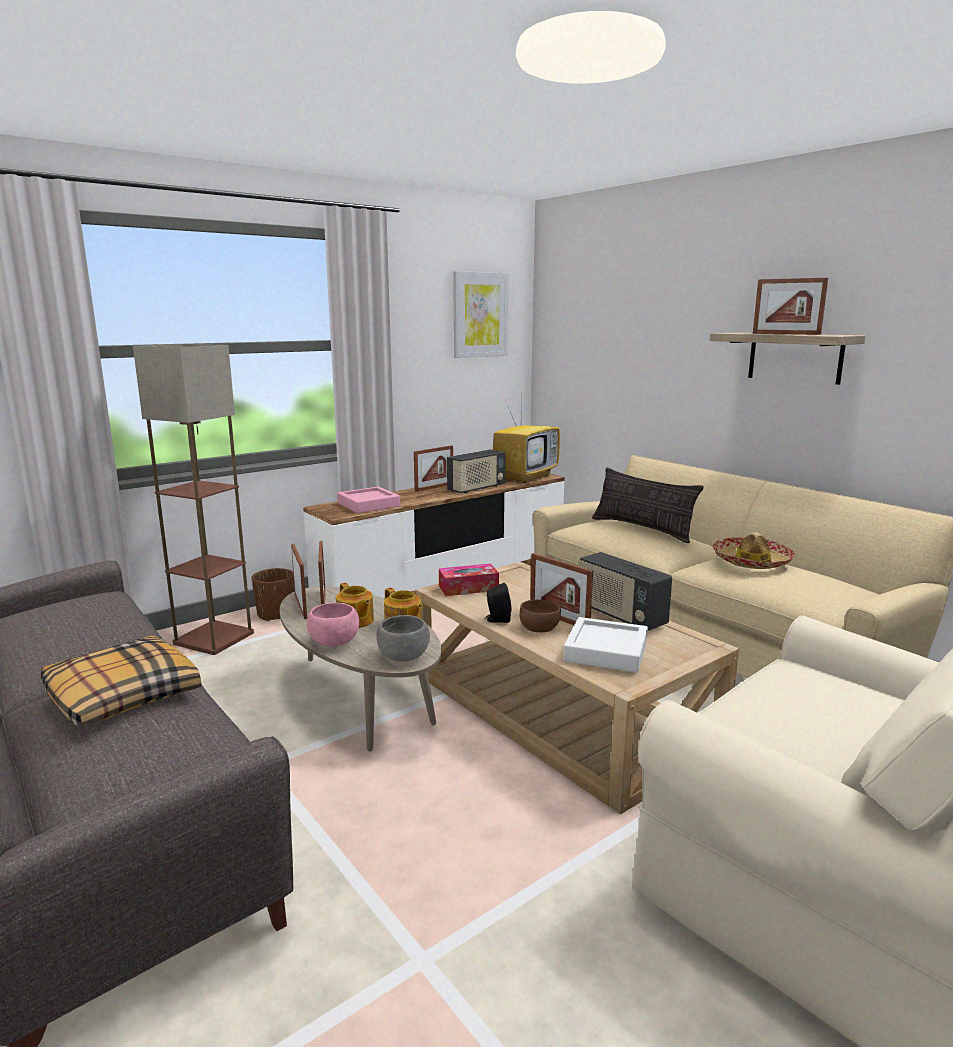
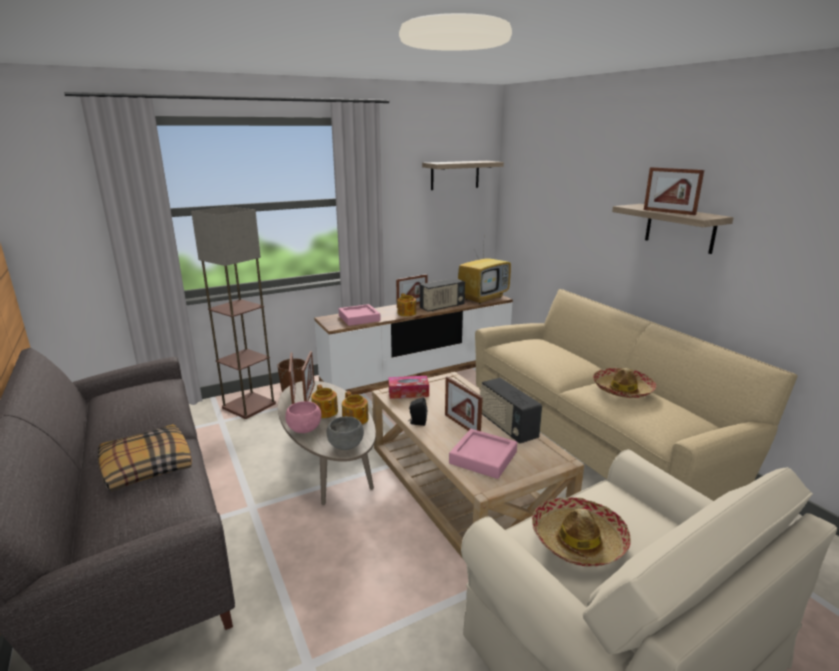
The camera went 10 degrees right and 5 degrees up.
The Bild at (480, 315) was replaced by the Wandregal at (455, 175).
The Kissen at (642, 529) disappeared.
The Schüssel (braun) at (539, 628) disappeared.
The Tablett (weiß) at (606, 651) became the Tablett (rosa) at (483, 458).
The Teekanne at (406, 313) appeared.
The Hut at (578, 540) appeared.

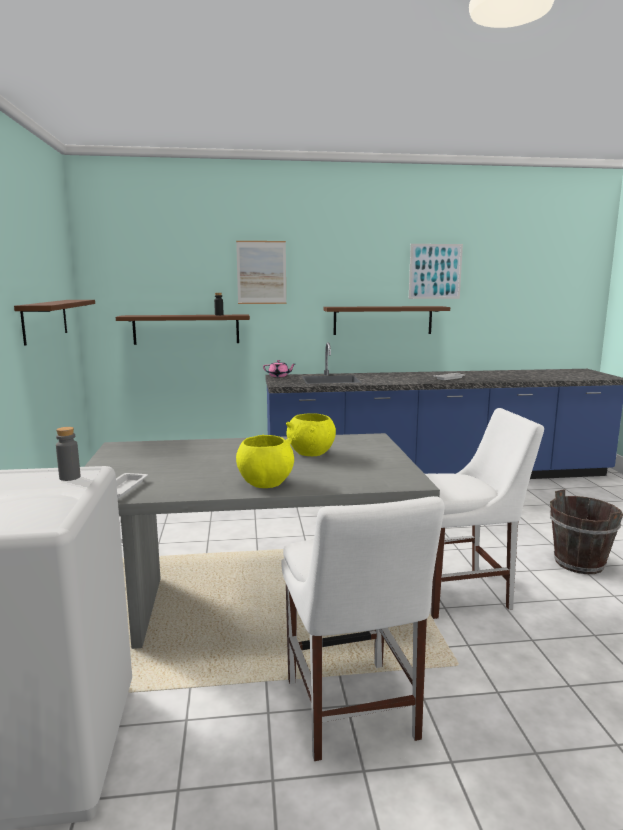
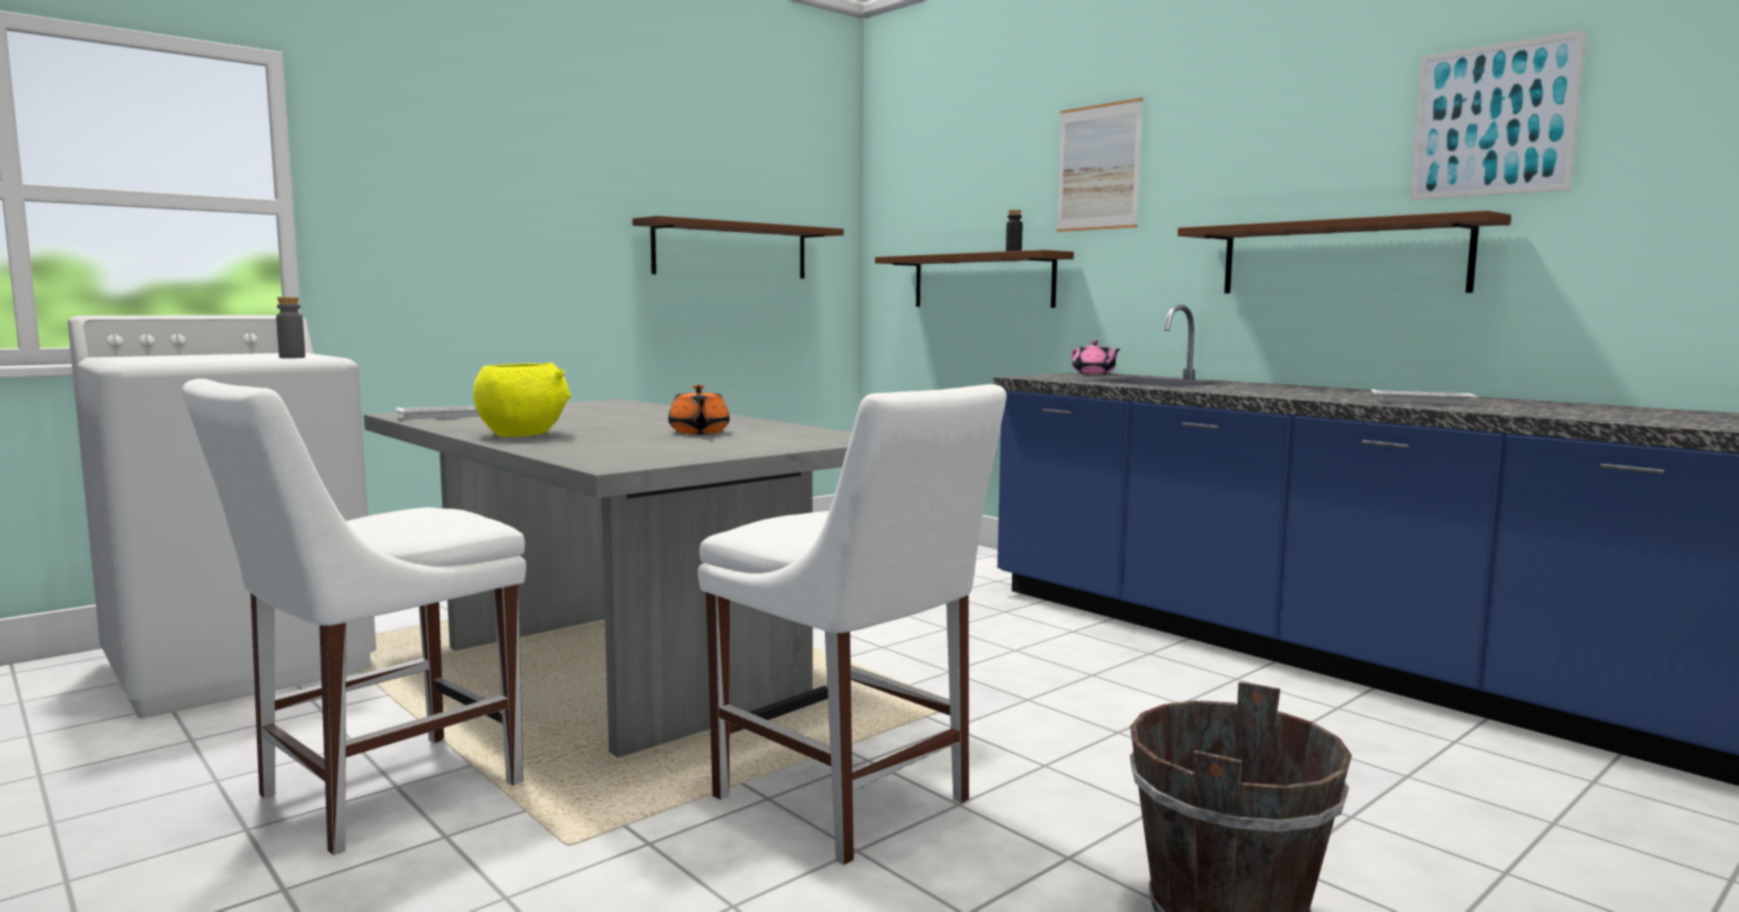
The camera went 55 degrees right and 5 degrees down.
The Schüssel (gelb) at (311, 454) was replaced by the Teekanne (orange) at (699, 432).

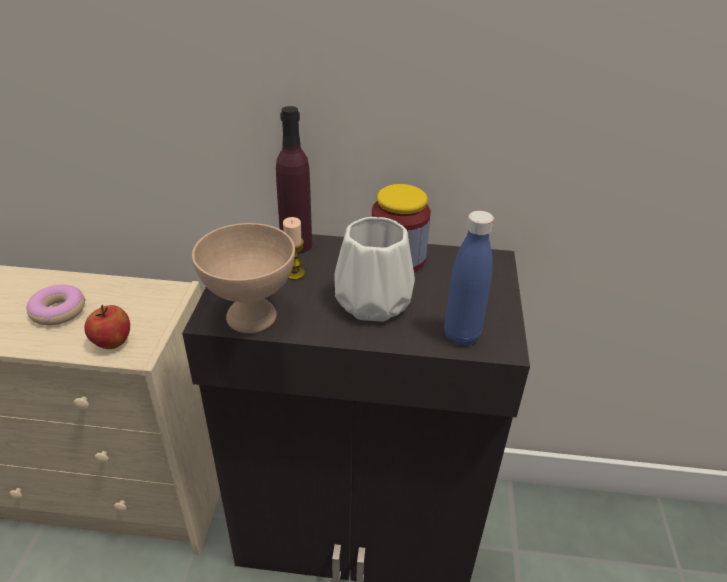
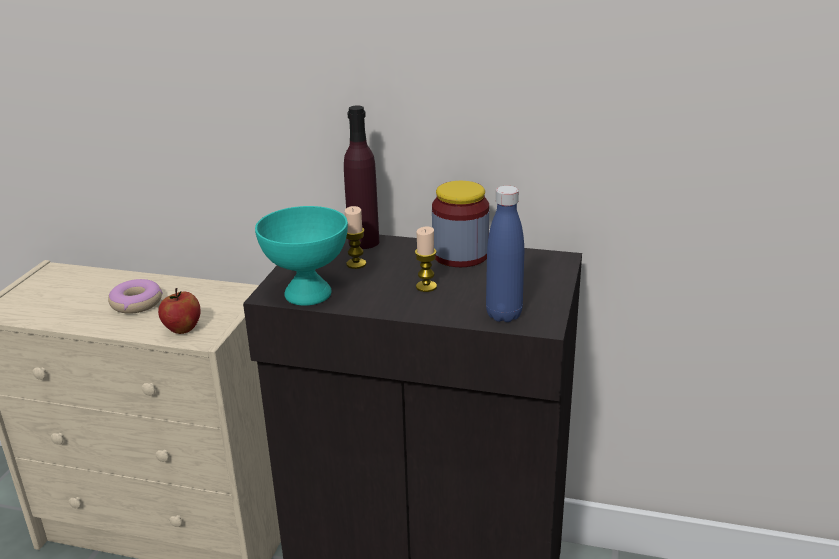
The camera went 10 degrees right and 10 degrees down.
The Vase (weiß) at (373, 301) was replaced by the Kerze at (426, 287).
The Schüssel (beige) at (253, 318) became the Schüssel (türkis) at (309, 294).

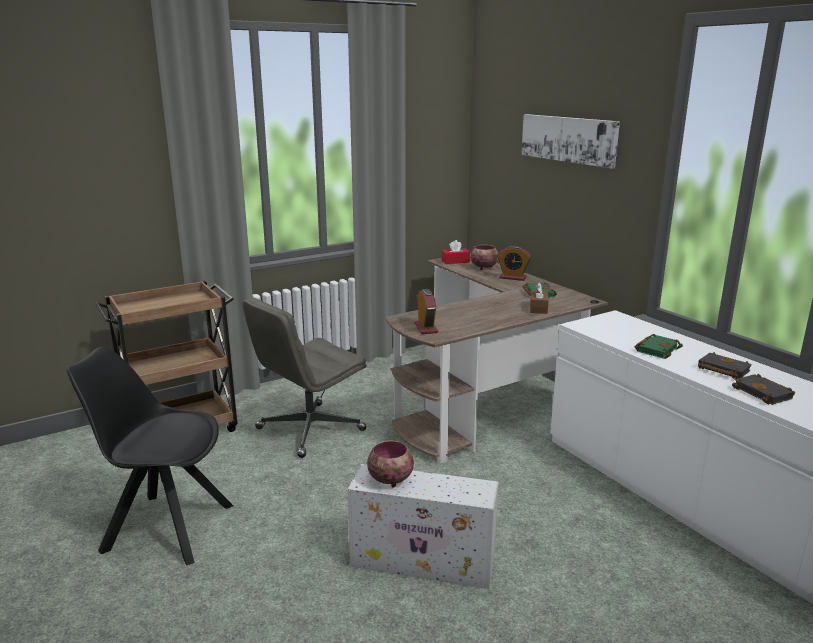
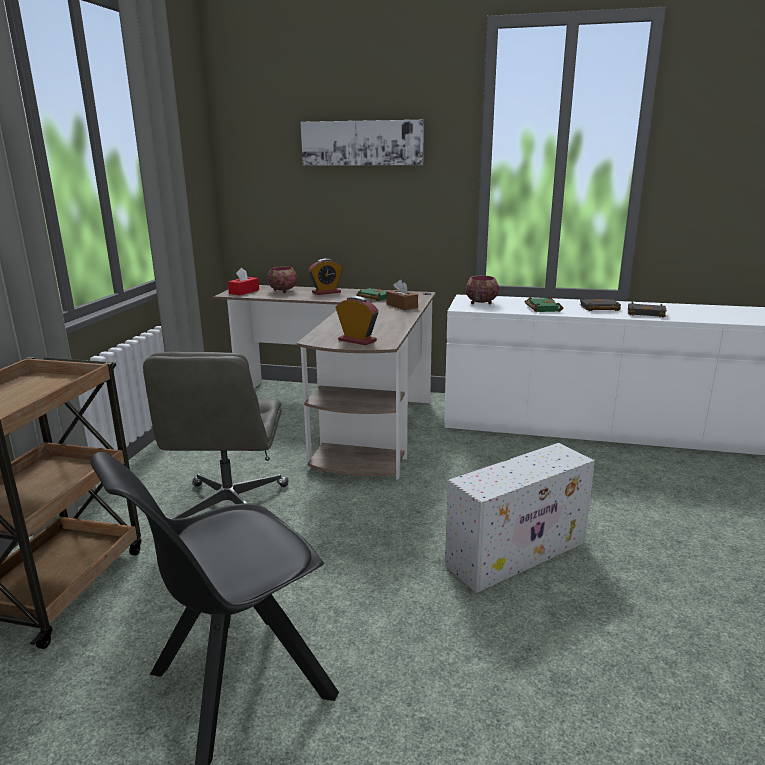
The camera went 45 degrees left and 0 degrees up.
The Schüssel moved from (391, 479) to (480, 303).

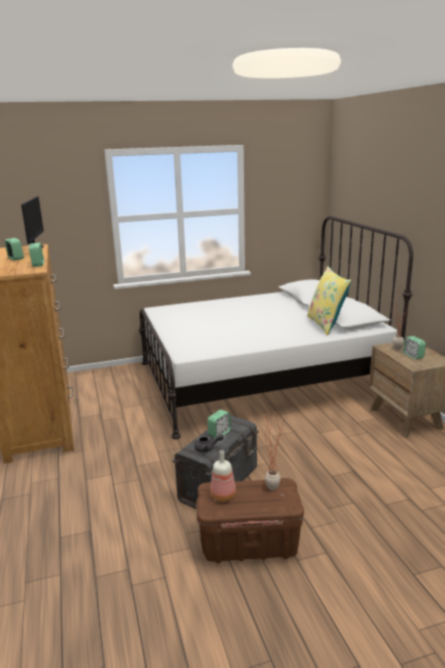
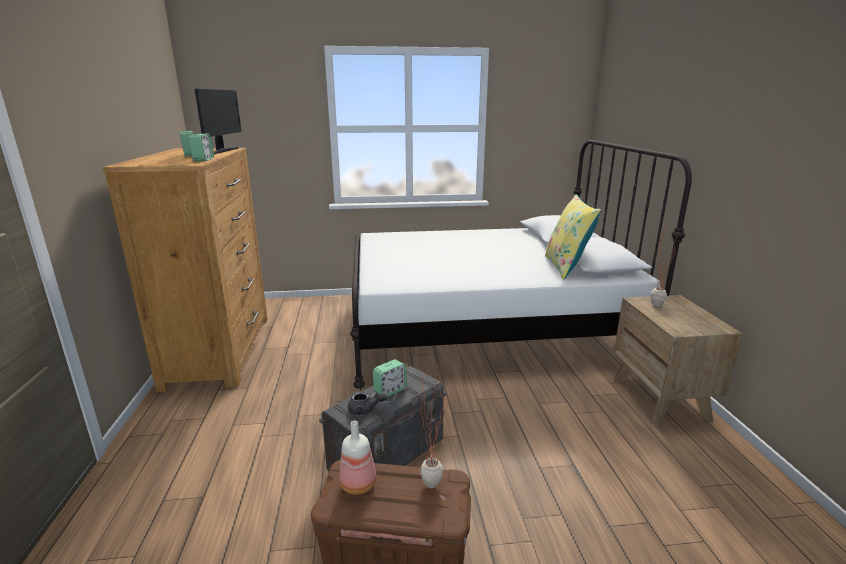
The camera went 10 degrees right and 0 degrees up.
The Wecker at (413, 356) disappeared.

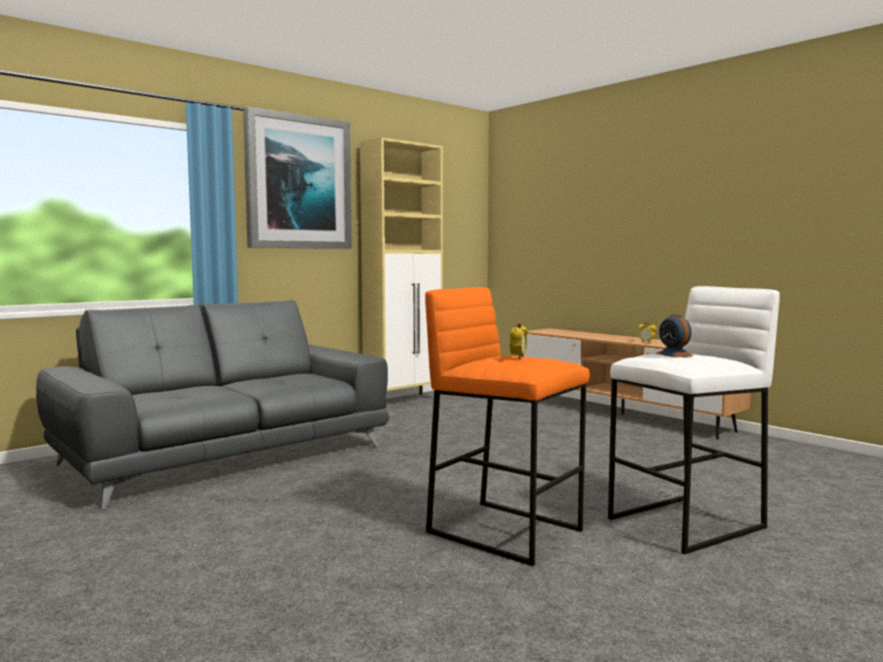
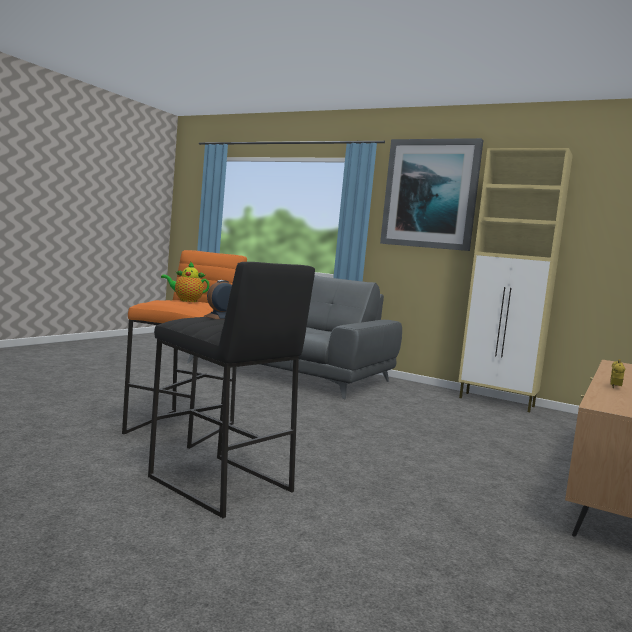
The camera went 70 degrees right and 0 degrees up.
The Hocker (weiß) at (687, 524) became the Hocker (schwarz) at (219, 484).
The Wecker at (518, 357) was replaced by the Teekanne at (186, 300).

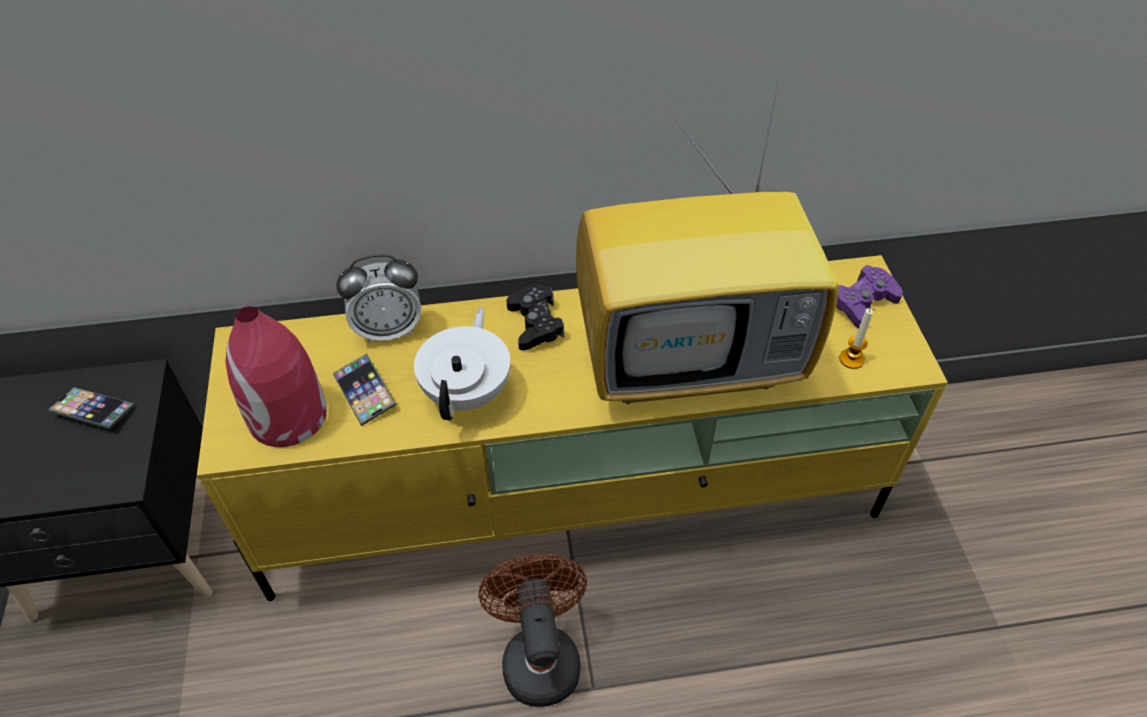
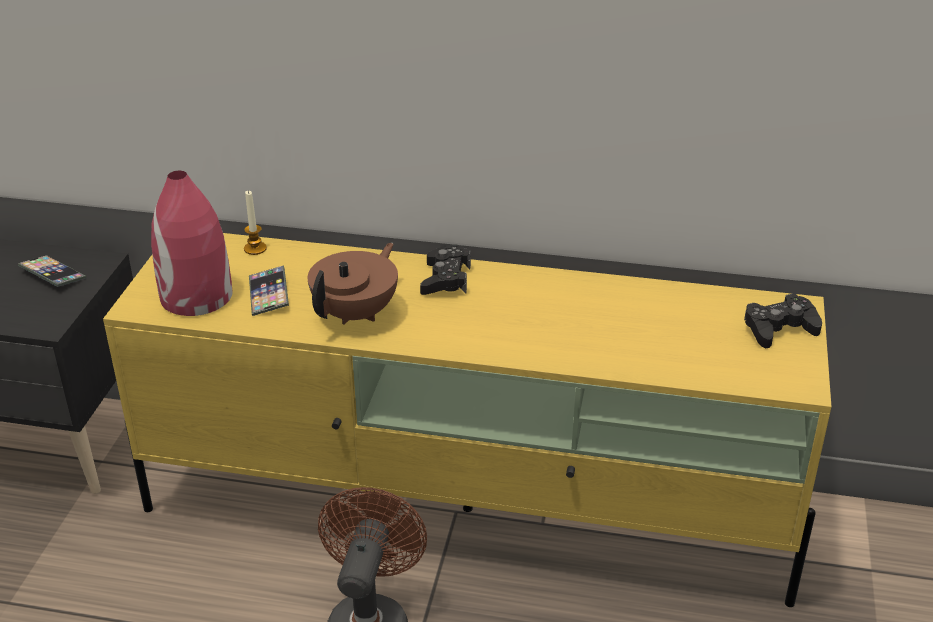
The camera went 20 degrees right and 15 degrees down.
The Fernseher at (692, 358) disappeared.
The Wecker at (388, 329) disappeared.
The Gamepad (lila) at (863, 303) became the Gamepad (schwarz) at (779, 328).
The Teekanne (weiß) at (468, 392) became the Teekanne (braun) at (357, 313).
The Kerze moved from (851, 359) to (255, 249).

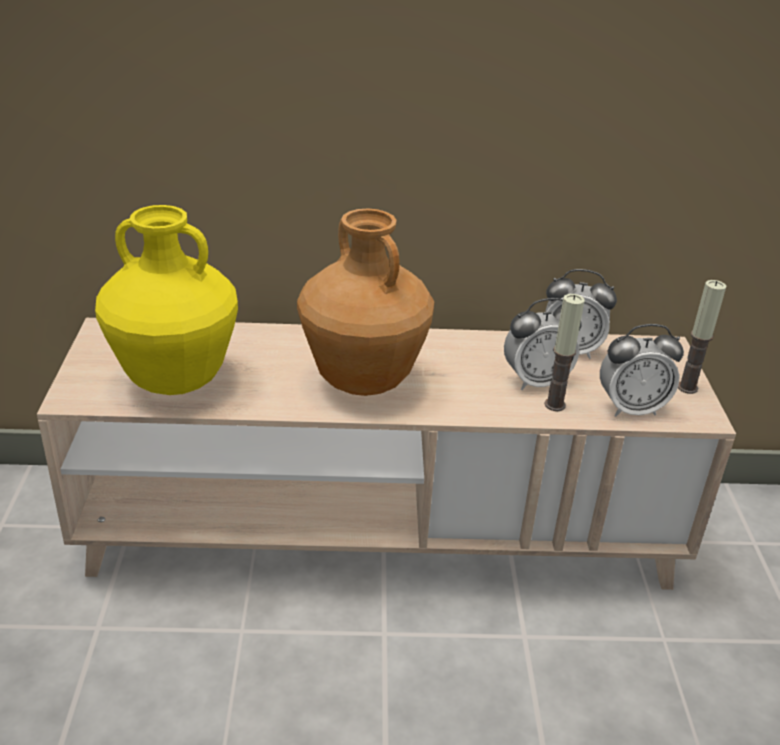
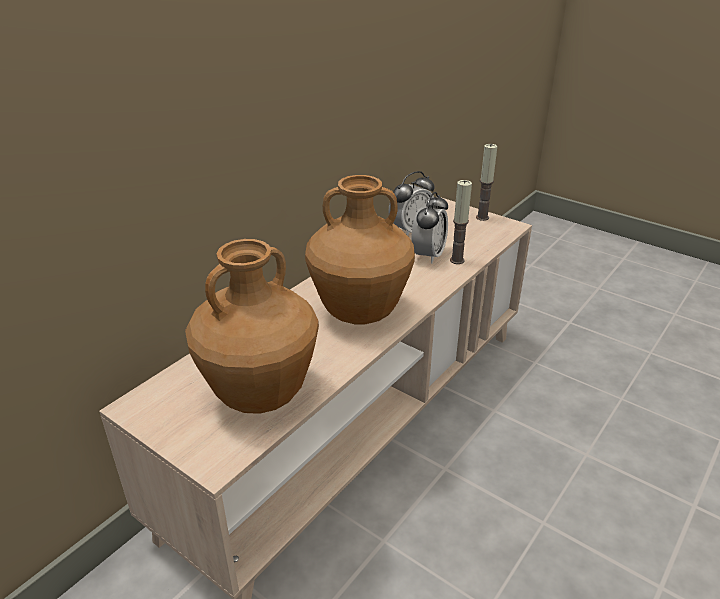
The camera went 50 degrees left and 0 degrees up.
The Vase (gelb) at (176, 381) became the Vase (braun) at (261, 395).
The Wecker at (631, 408) disappeared.

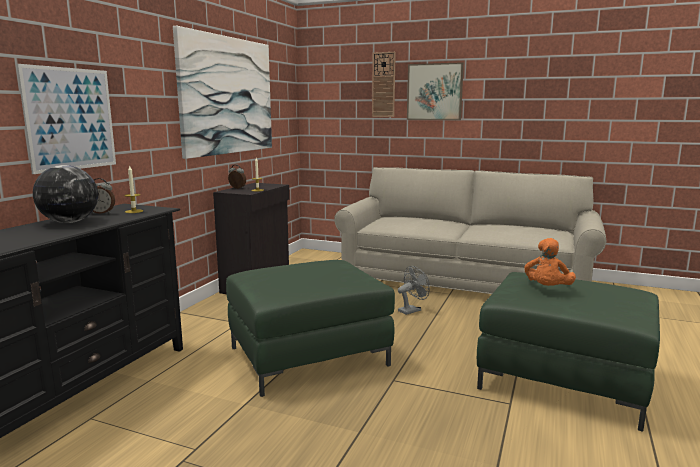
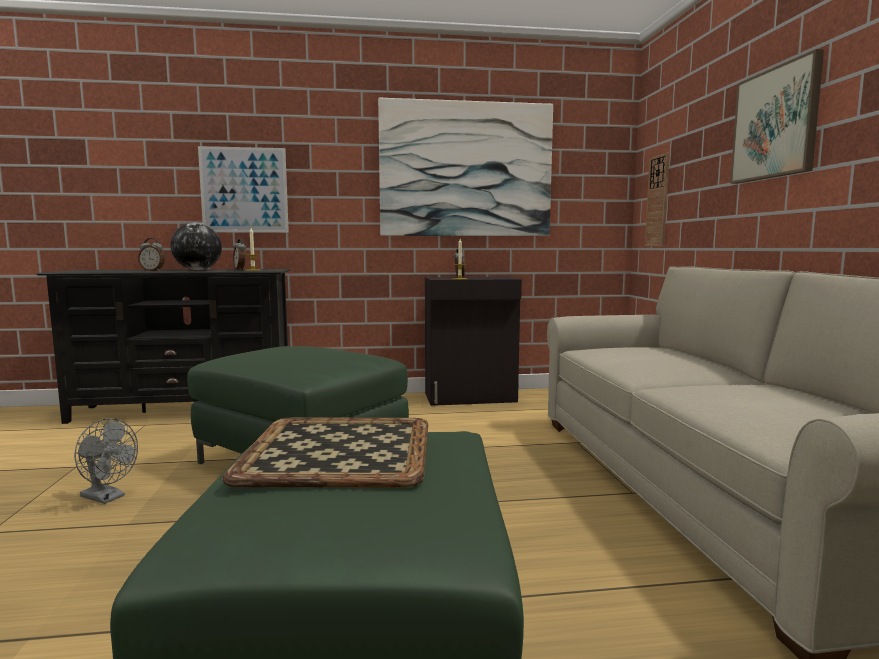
The camera went 60 degrees right and 5 degrees down.
The Wanduhr moved from (383, 85) to (657, 201).
The Plüschtier (orange) at (547, 289) was replaced by the Tablett at (337, 450).
The Ventilator (grau) moved from (412, 310) to (107, 497).
The Wecker at (152, 271) appeared.

